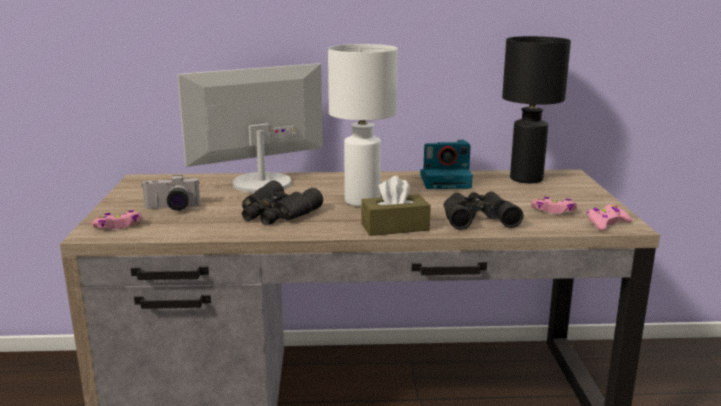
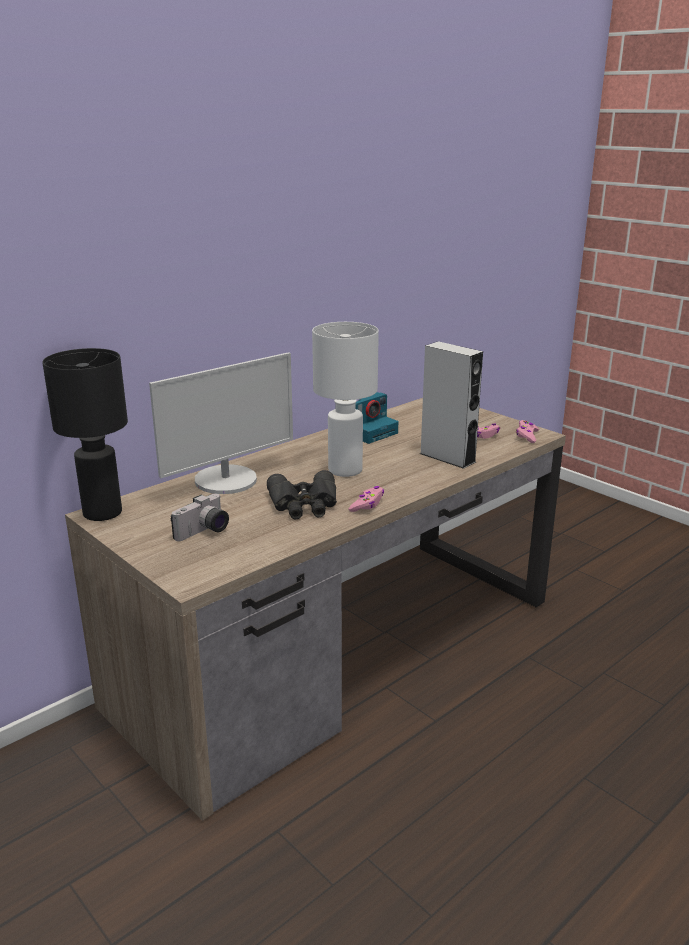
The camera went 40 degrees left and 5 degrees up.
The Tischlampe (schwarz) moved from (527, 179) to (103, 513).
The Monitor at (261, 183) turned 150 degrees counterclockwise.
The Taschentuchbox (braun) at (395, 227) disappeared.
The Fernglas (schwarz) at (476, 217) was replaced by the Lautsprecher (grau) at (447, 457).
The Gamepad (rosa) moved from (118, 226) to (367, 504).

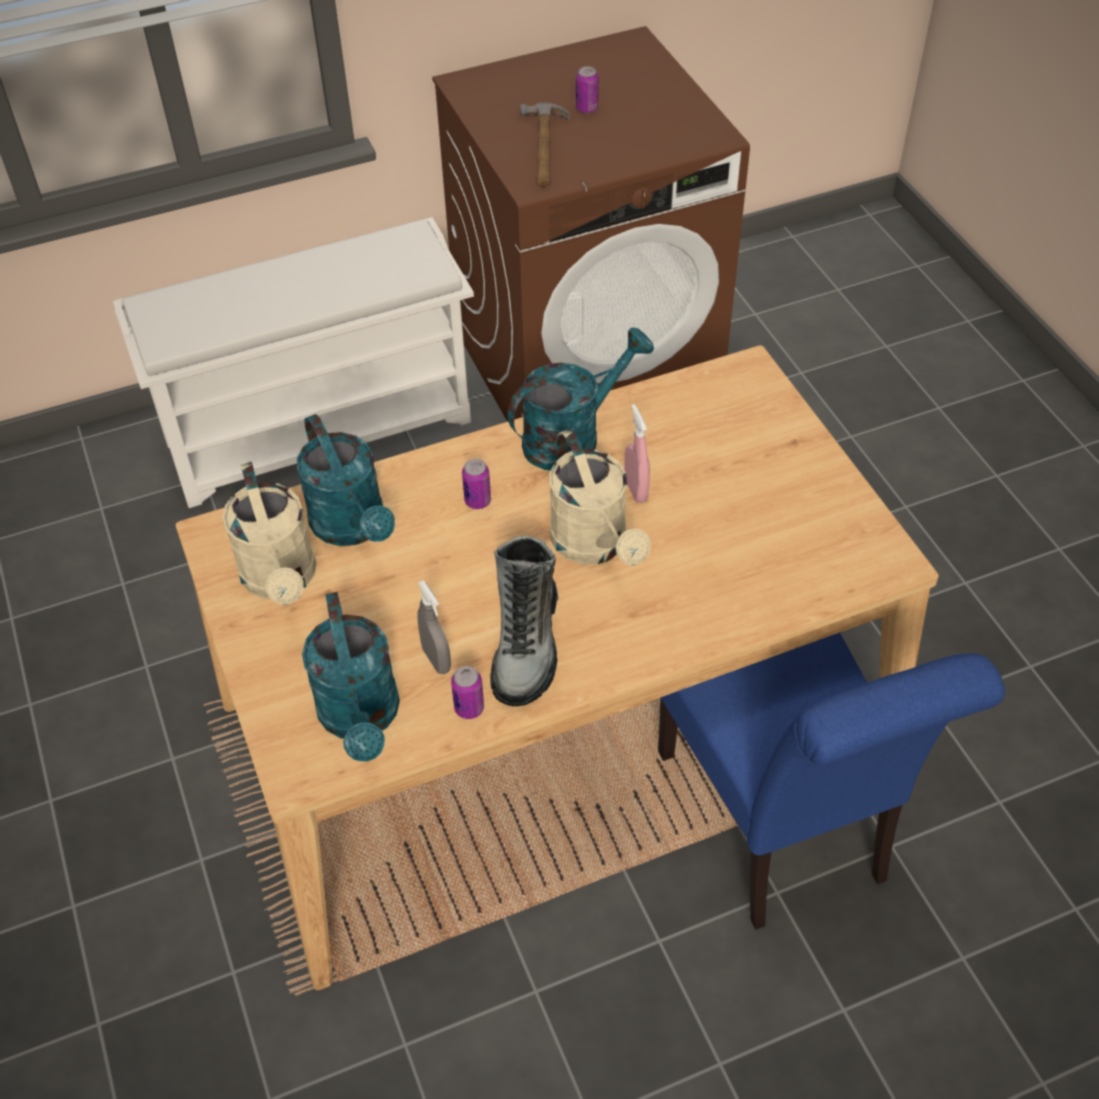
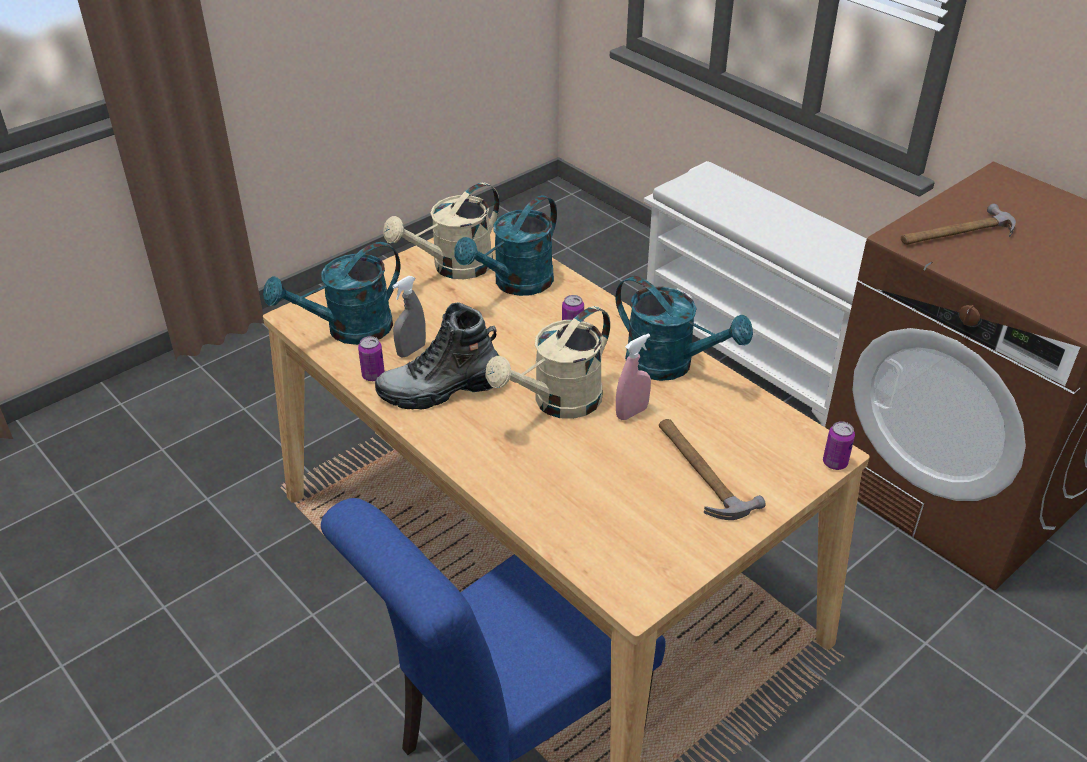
The camera went 70 degrees right and 10 degrees down.
The Dose moved from (587, 108) to (835, 463).
The Hammer at (700, 471) appeared.

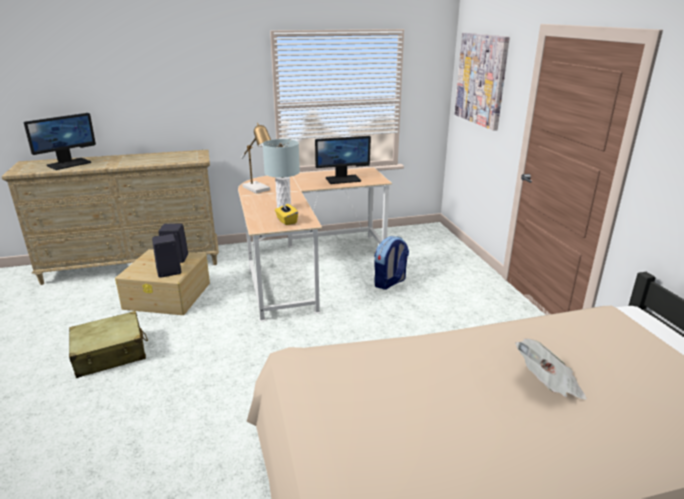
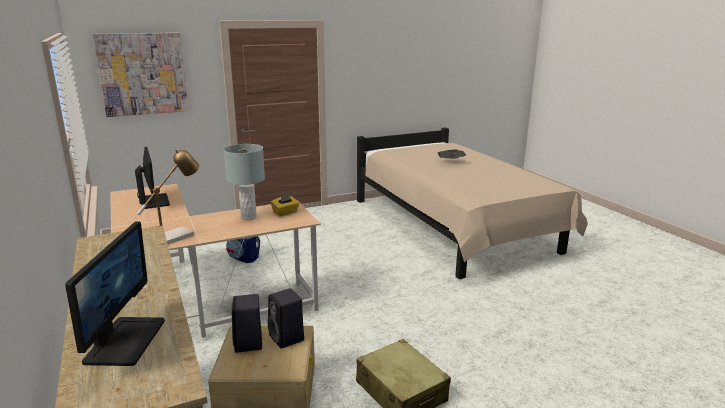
The camera went 100 degrees left and 5 degrees down.
The Monitor at (69, 164) turned 60 degrees clockwise.

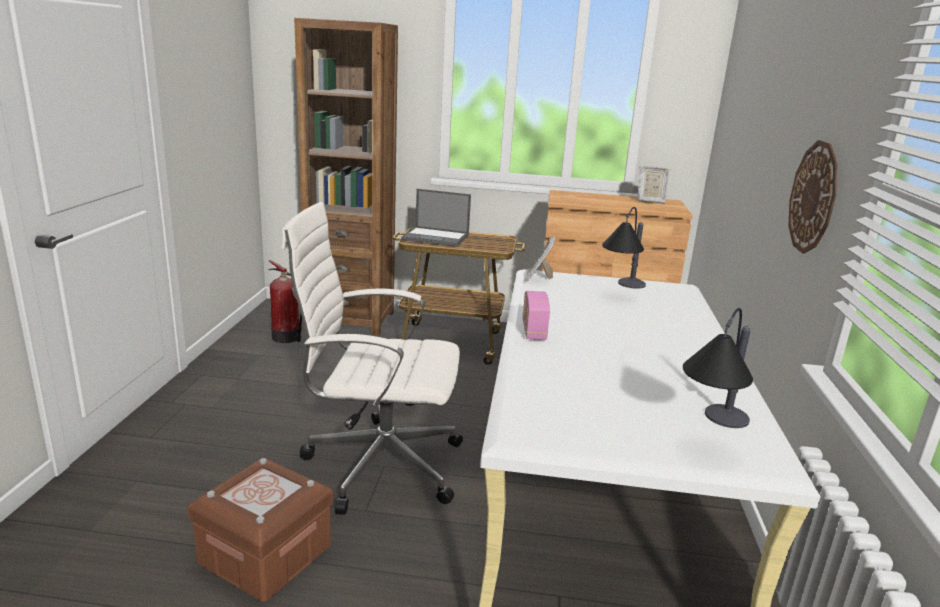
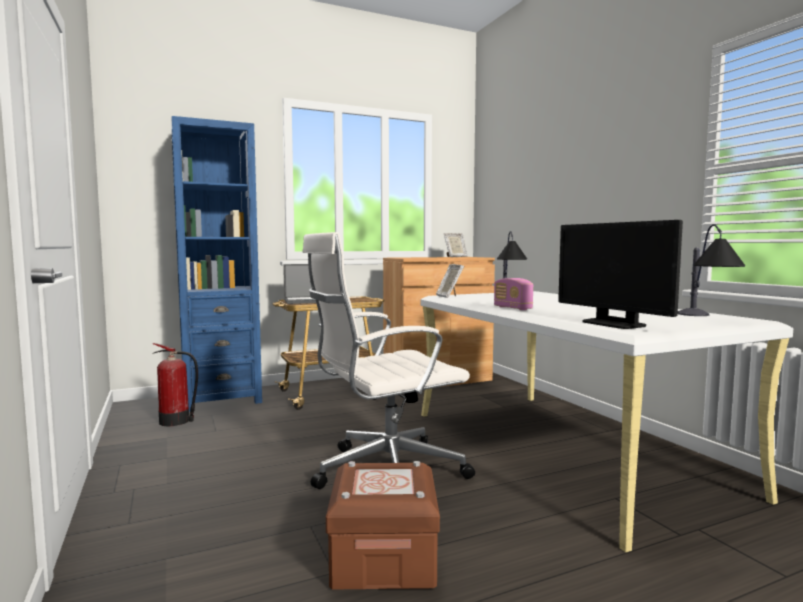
The camera went 30 degrees left and 15 degrees down.
The Bücherregal (braun) at (351, 320) became the Bücherregal (blau) at (221, 399).
The Wanduhr at (813, 197) disappeared.
The Monitor at (613, 324) appeared.

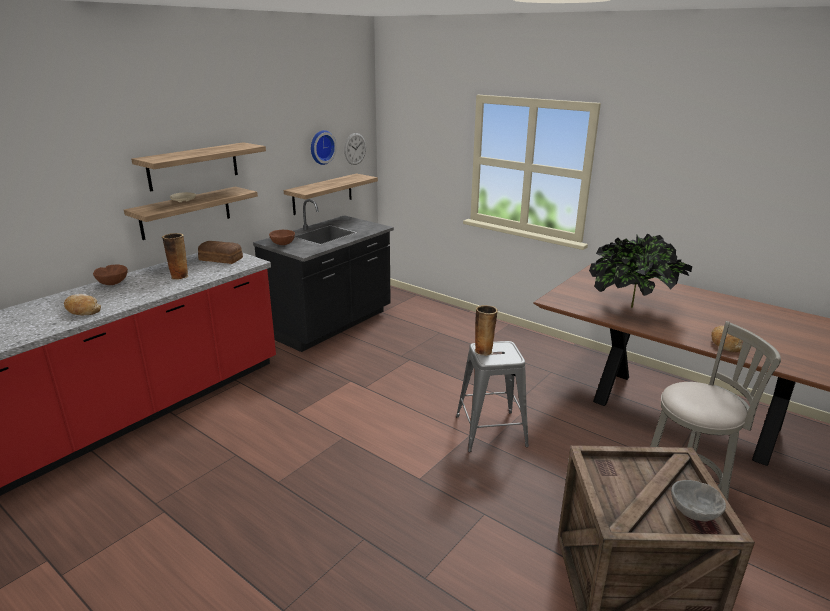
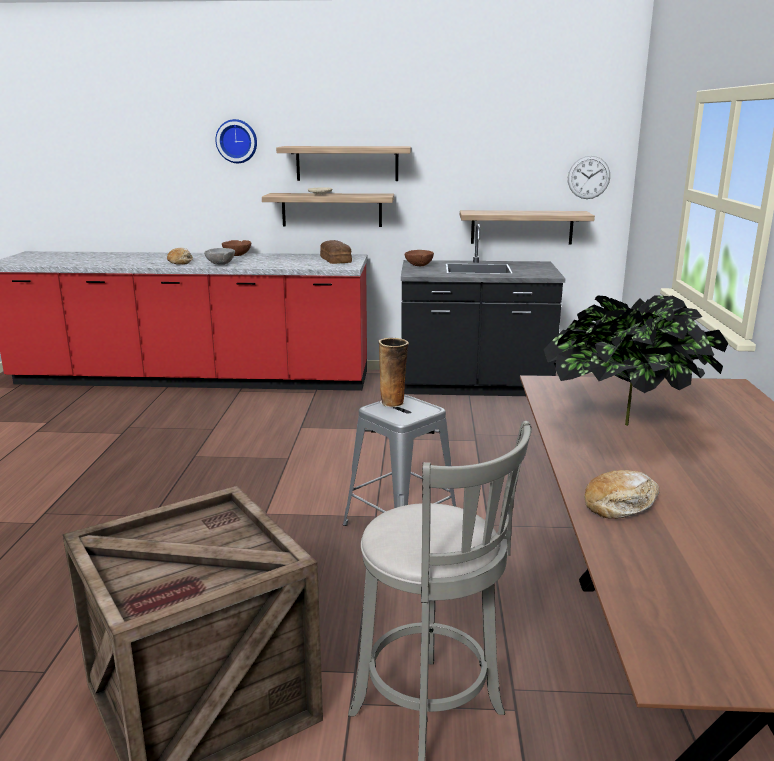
The camera went 55 degrees right and 5 degrees down.
The Wanduhr moved from (321, 147) to (237, 141).
The Vase at (179, 276) disappeared.
The Schüssel (grau) moved from (694, 513) to (220, 264).

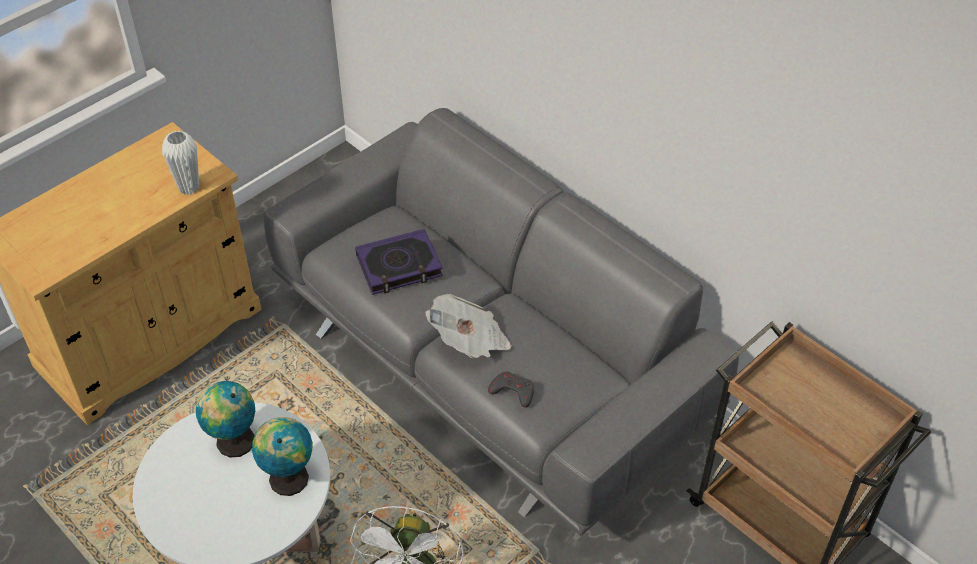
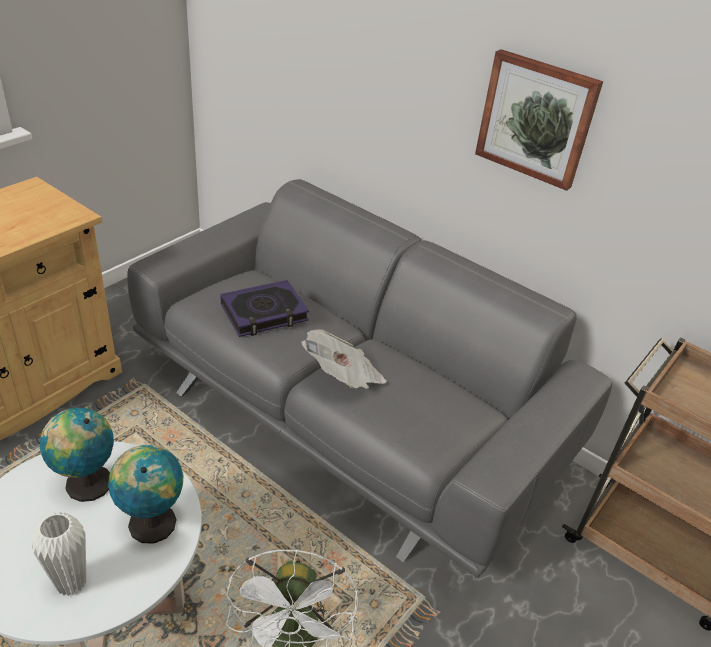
The camera went 10 degrees left and 10 degrees down.
The Vase (weiß) moved from (189, 187) to (71, 583).
The Gamepad (grau) at (512, 391) disappeared.
The Bild at (536, 119) appeared.

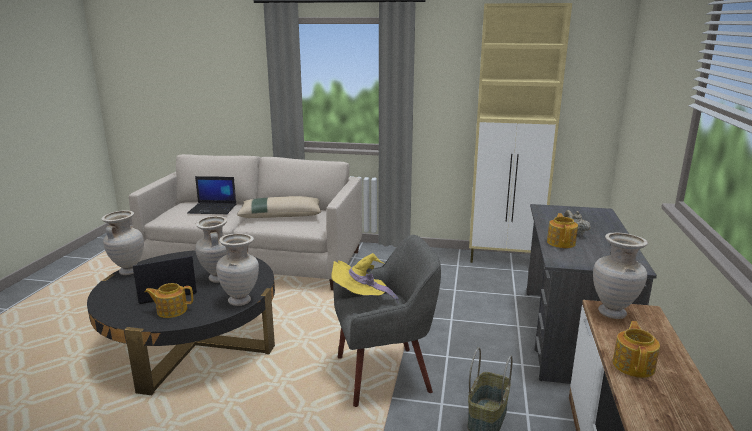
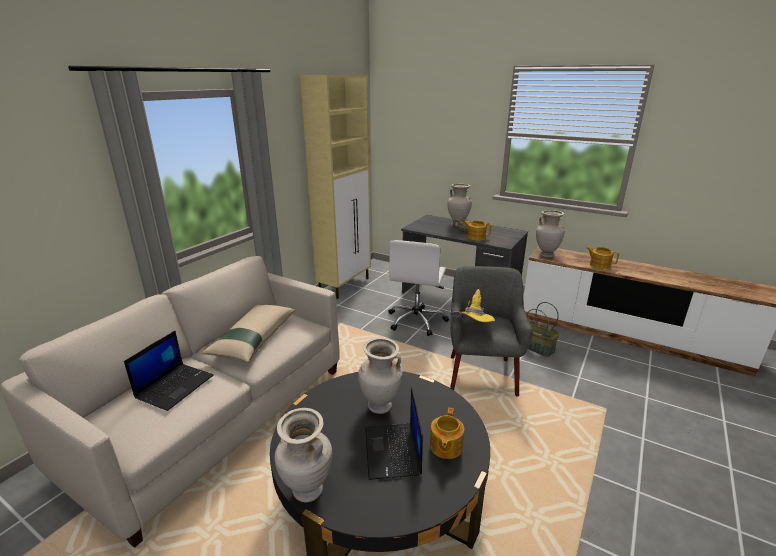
The camera went 70 degrees left and 5 degrees up.
The Vase (beige) moved from (241, 301) to (458, 224).
The Bürostuhl (weiß) at (417, 320) appeared.

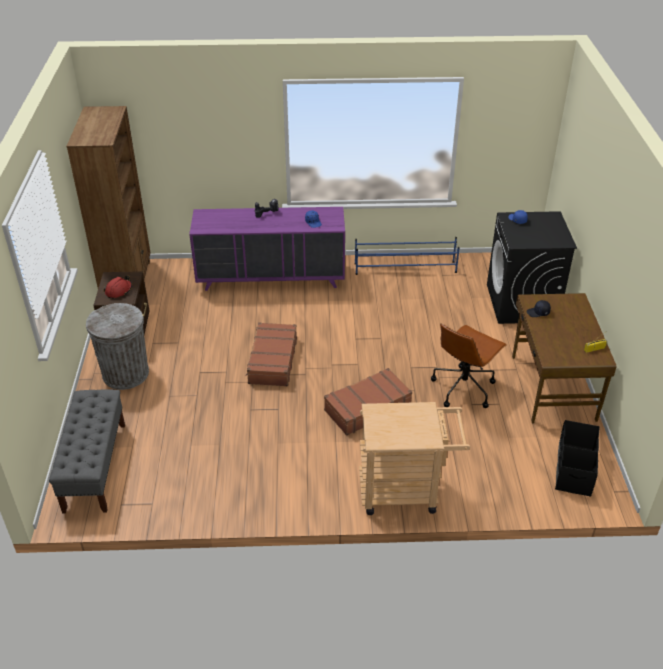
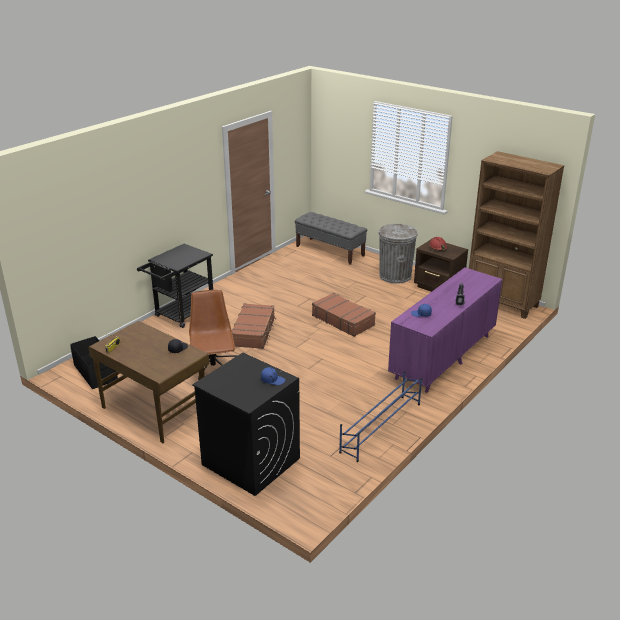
The camera went 130 degrees right and 10 degrees down.
The Rollwagen (beige) at (406, 490) became the Rollwagen (schwarz) at (181, 315).

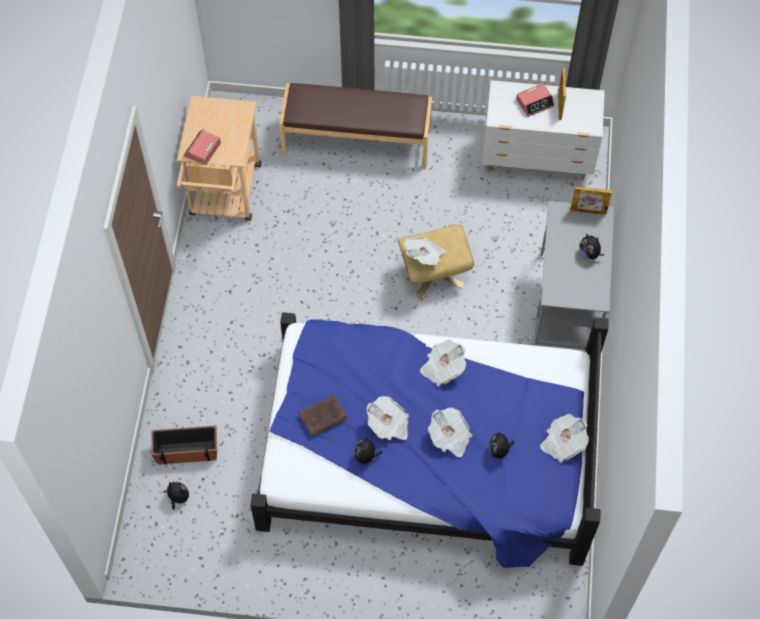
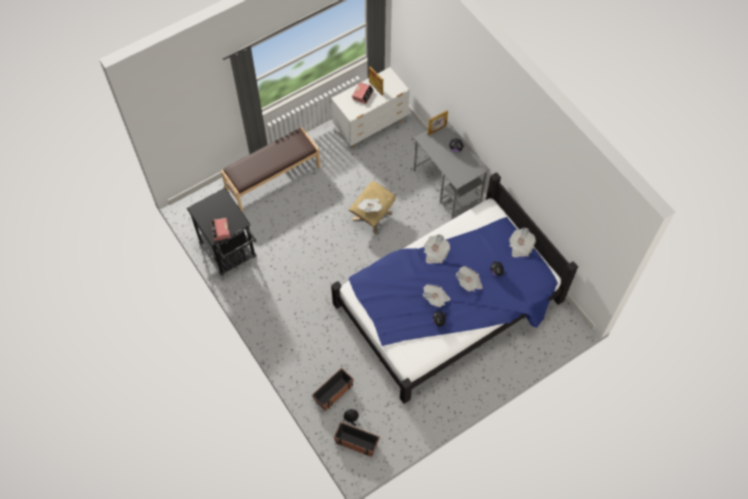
The camera went 40 degrees left and 0 degrees up.
The Rollwagen (beige) at (224, 196) became the Rollwagen (schwarz) at (230, 253).
The Buch (braun) at (324, 416) disappeared.
The Pflanzkübel at (356, 442) appeared.

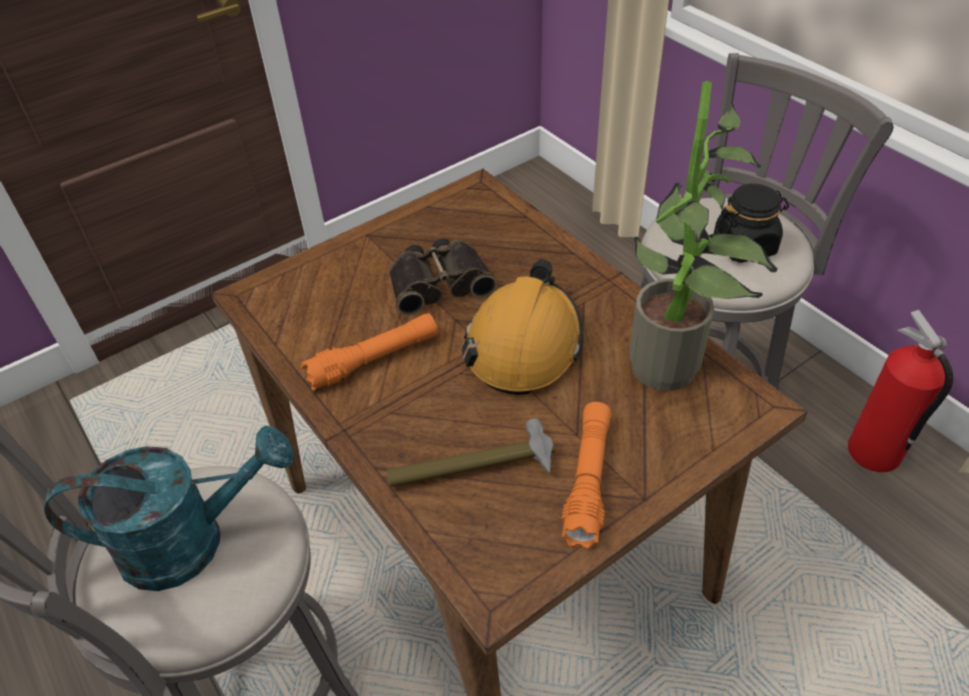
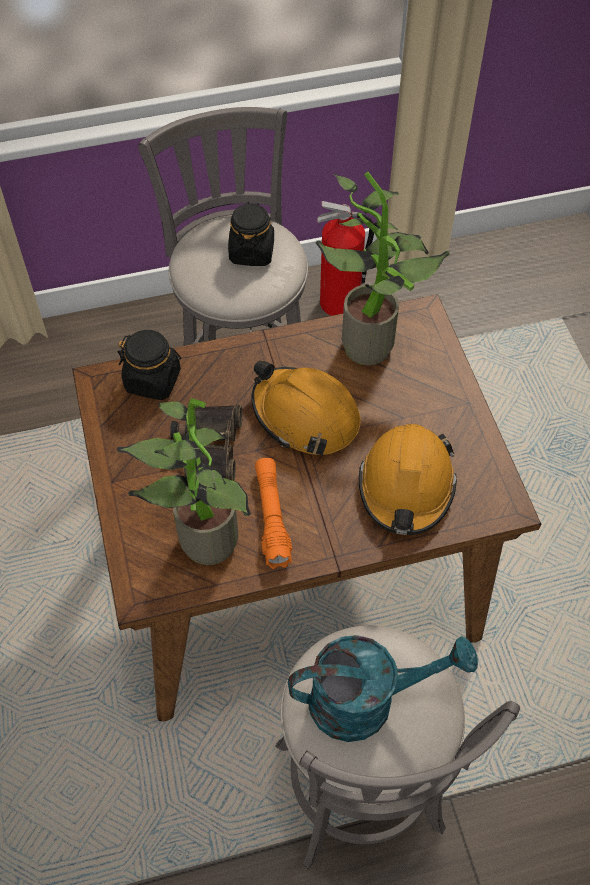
The camera went 70 degrees left and 10 degrees up.
The Taschenlampe (orange) at (588, 480) disappeared.
The Hammer at (472, 469) was replaced by the Schutzhelm (orange) at (406, 487).
The Gießkanne (türkis) at (191, 540) turned 75 degrees clockwise.
The Vorratsglas (schwarz) at (153, 380) appeared.
The Topfpflanze at (200, 543) appeared.

